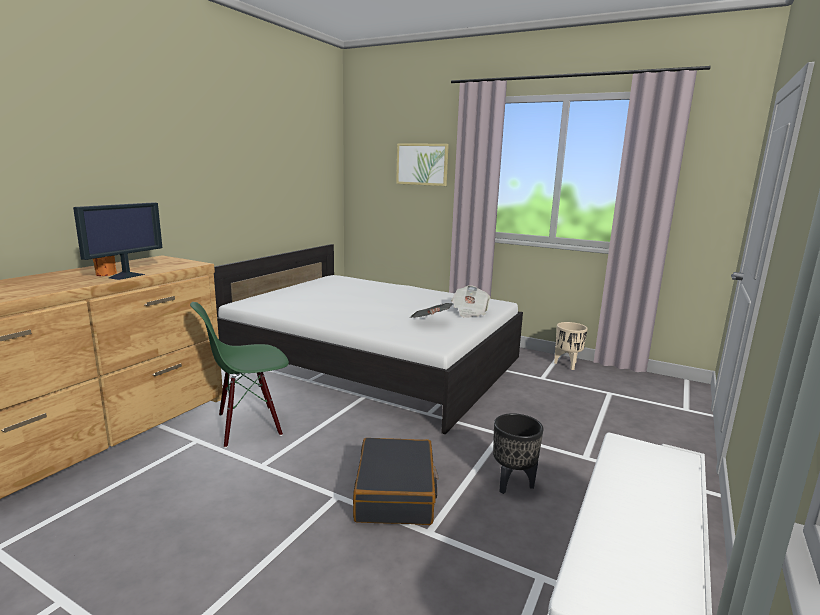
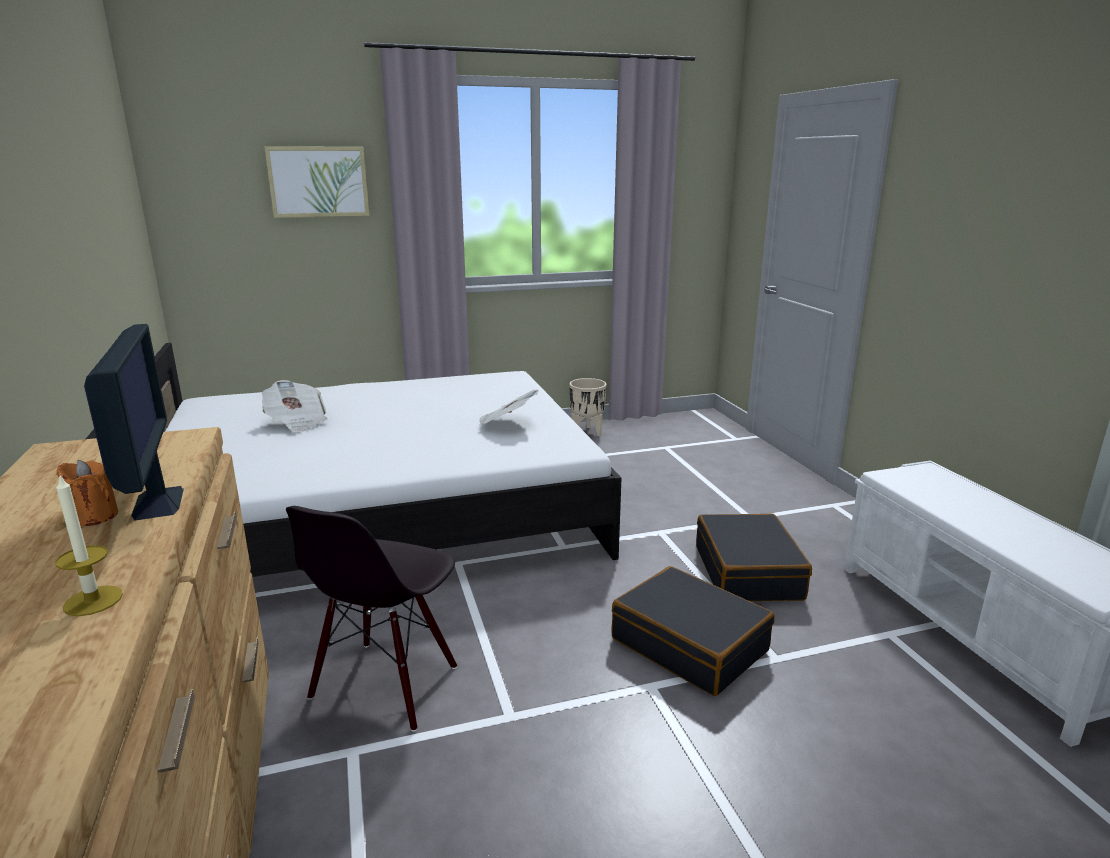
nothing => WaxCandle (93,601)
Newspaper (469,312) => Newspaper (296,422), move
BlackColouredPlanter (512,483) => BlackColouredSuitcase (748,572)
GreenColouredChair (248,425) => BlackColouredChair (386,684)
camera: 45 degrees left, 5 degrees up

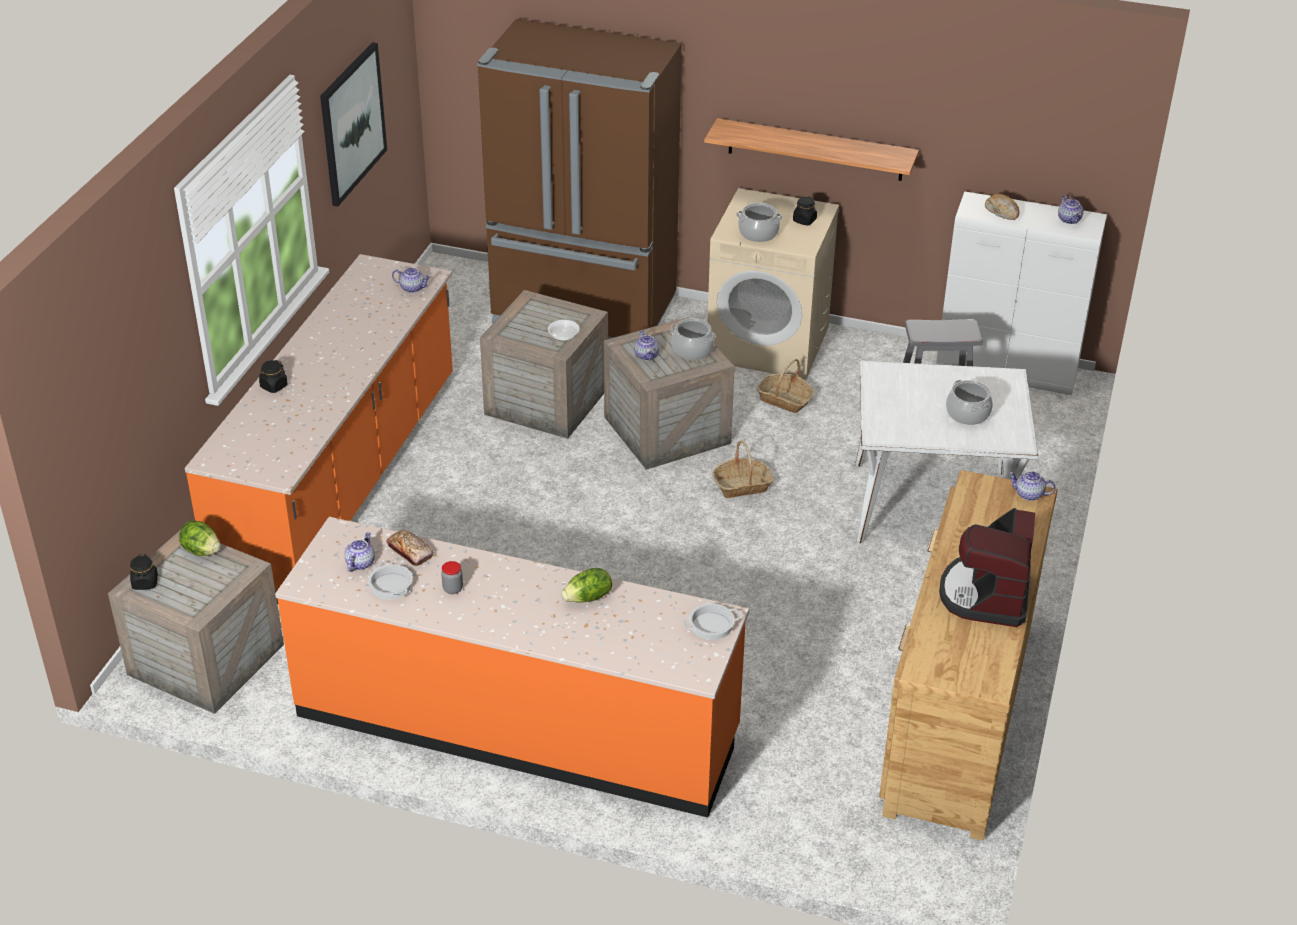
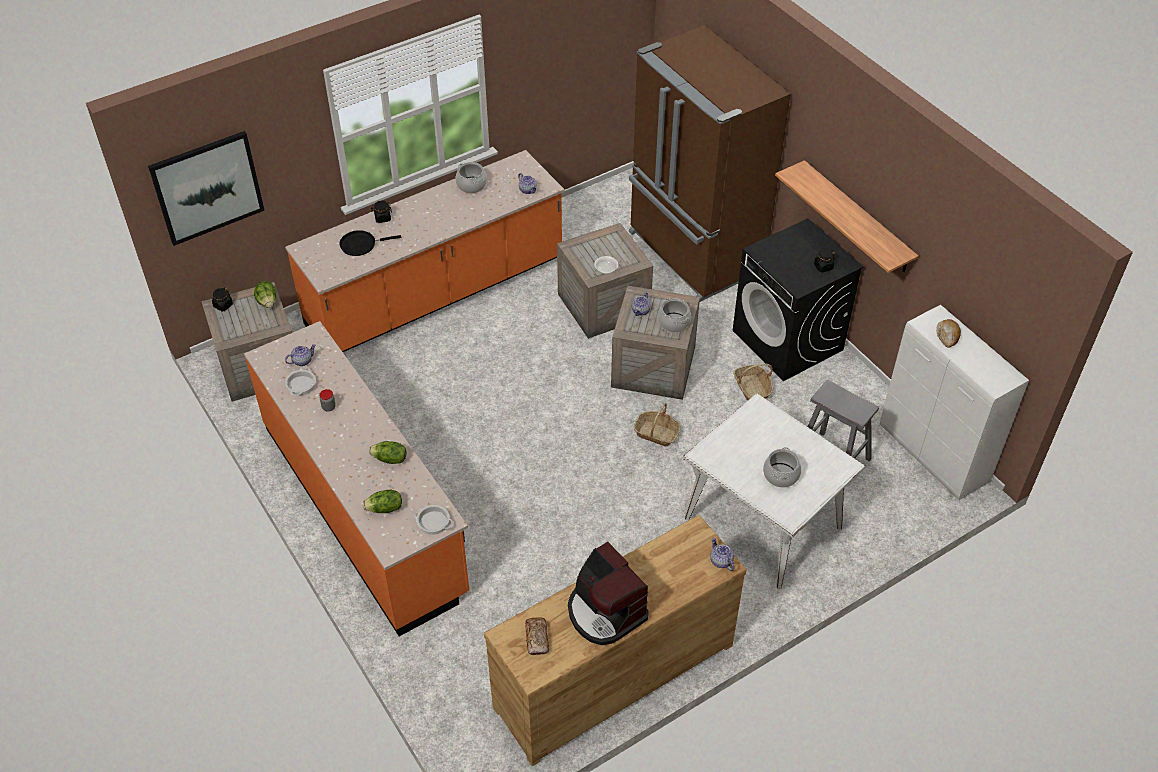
PotForTea (1069,220) => nothing
nothing => BlackColouredSkillet (361,244)
nothing => Lettuce (385,509)
Picture (352,123) => Picture (207,187), move
BakedBread (410,552) => BakedBread (537,638), move
Saucepot (758,233) => Saucepot (471,185), move
SandColouredLaundryMachine (769,343) => BlackColouredLaundryMachine (788,340)
CoffeeMaker (986,594) => CoffeeMaker (605,612), 90 degrees counterclockwise
camera: 40 degrees right, 10 degrees up

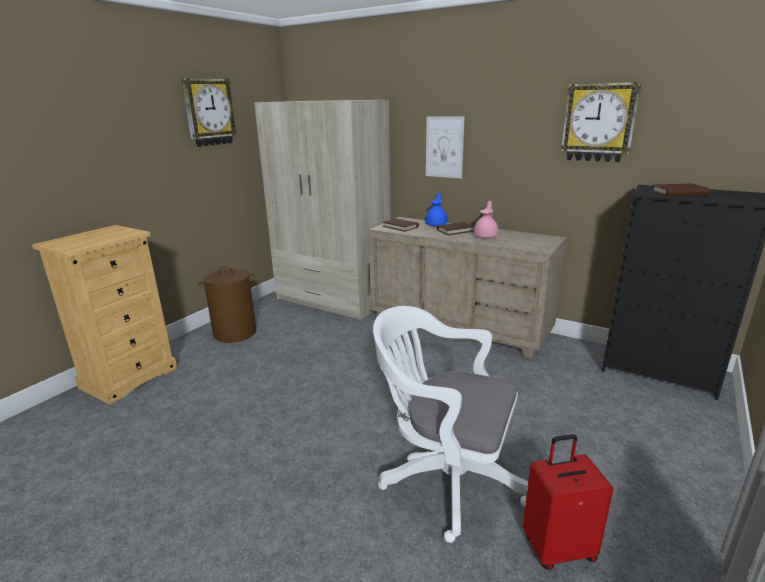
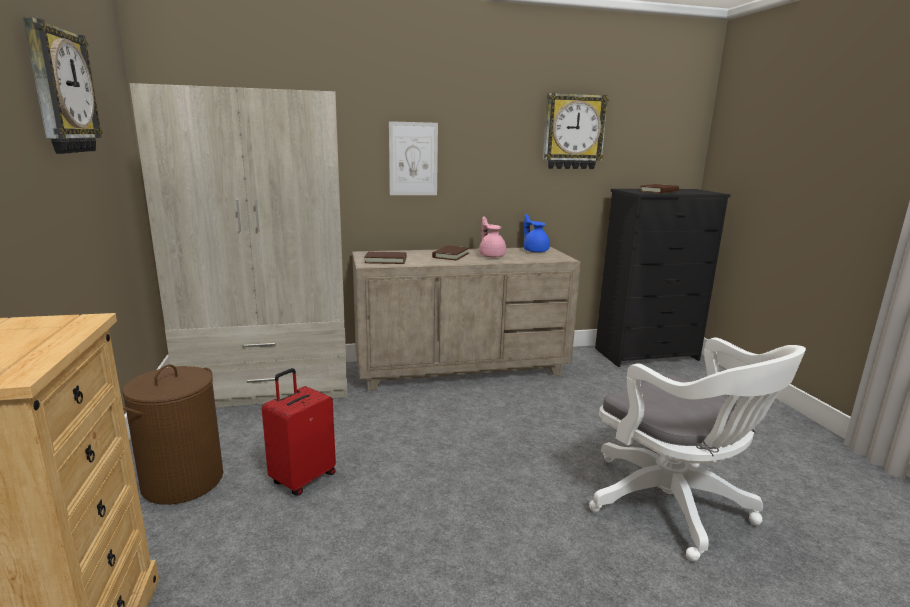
BluePotForTea (436,225) => BluePotForTea (535,251), move
RedColouredSuitcase (558,548) => RedColouredSuitcase (302,478), move
WhiteDeskChair (445,478) => WhiteDeskChair (674,506), 105 degrees counterclockwise
camera: 45 degrees left, 5 degrees down

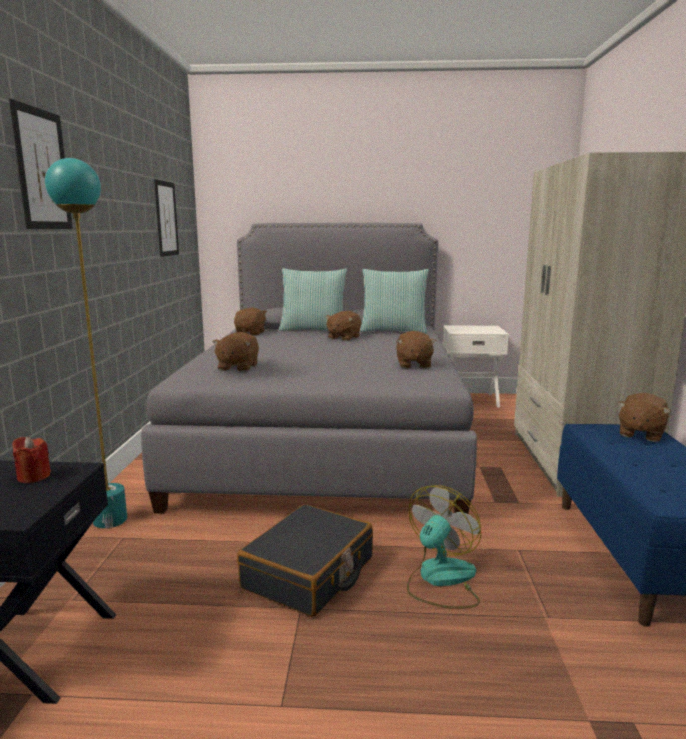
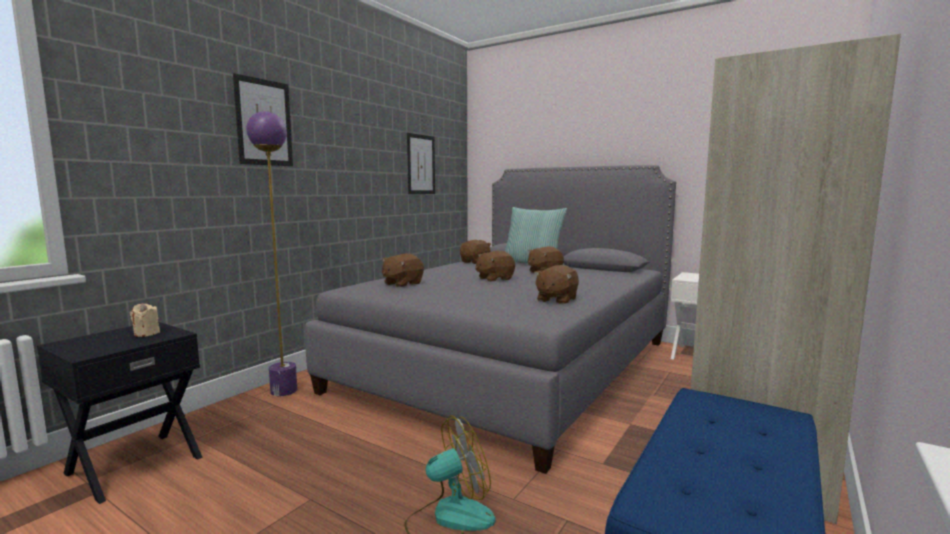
BlackColouredSuitcase (309,573) => nothing
ThrowPillow (393,331) => nothing
BrownColouredCuddlyToy (640,434) => BrownColouredCuddlyToy (494,279), move
RedColouredWaxCandle (33,477) => SandColouredWaxCandle (146,333)
TurquoiseStandingLamp (110,520) => PurpleColouredStandingLamp (284,391)
camera: 30 degrees right, 5 degrees down

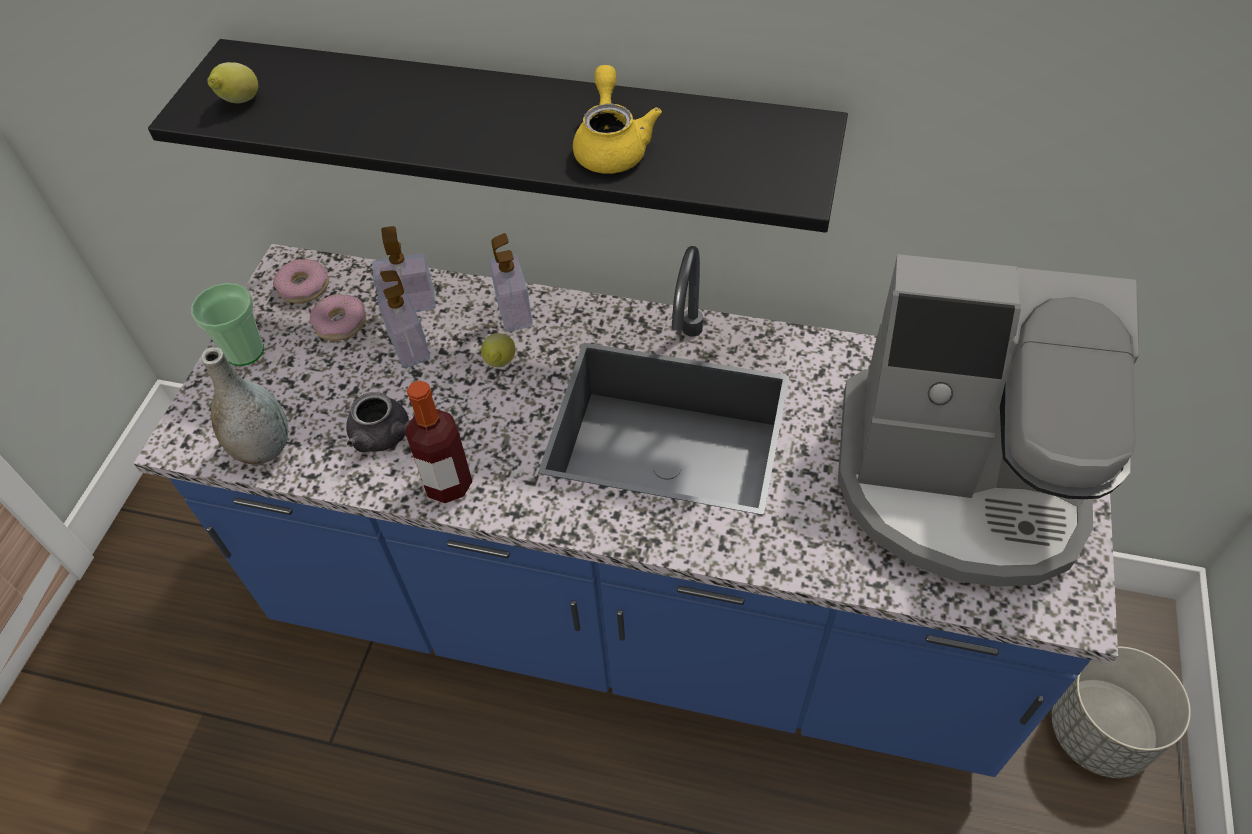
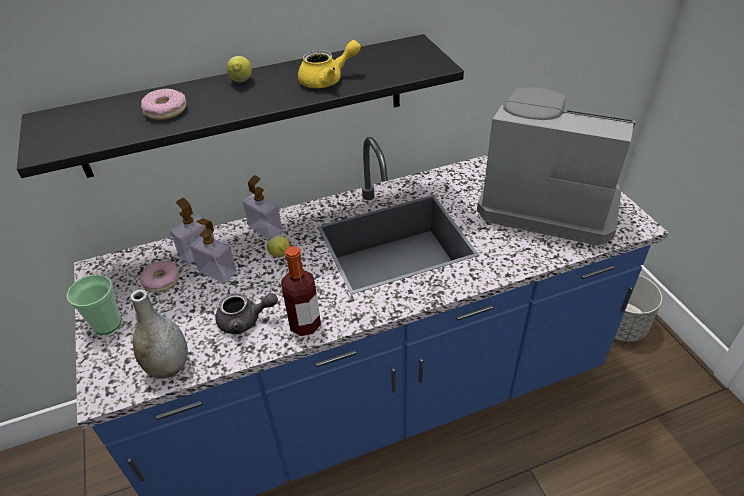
CitrusFruit (240,102) => CitrusFruit (241,82), move
RingDoughnut (304,287) => RingDoughnut (166,110), move
YellowPotForTea (612,146) => YellowPotForTea (327,80), 105 degrees clockwise
CoffeeMaker (960,481) => CoffeeMaker (547,200), 135 degrees counterclockwise
camera: 35 degrees left, 10 degrees down

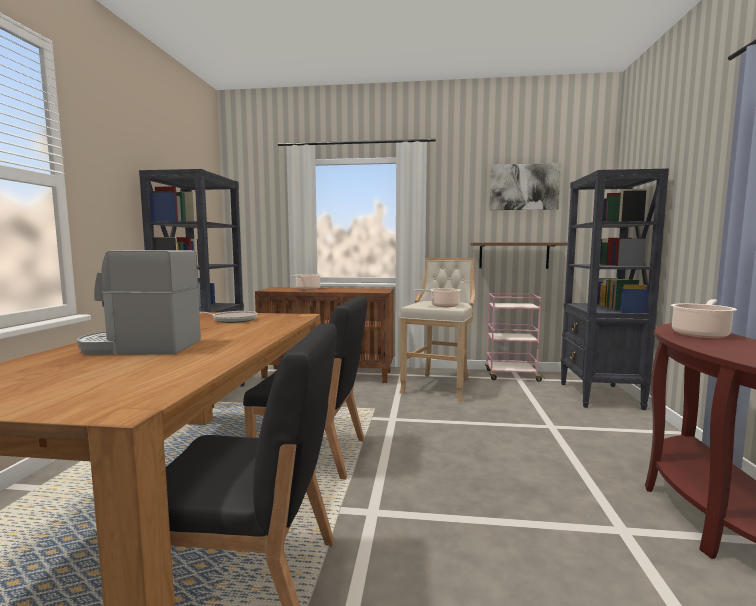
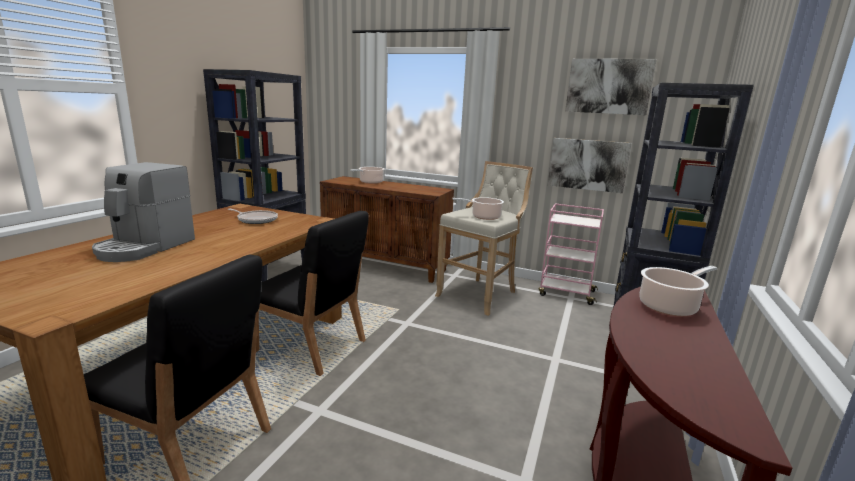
WallShelf (513,255) => Picture (587,164)
CoffeeMaker (140,347) => CoffeeMaker (145,247), 90 degrees counterclockwise
camera: 15 degrees right, 10 degrees up

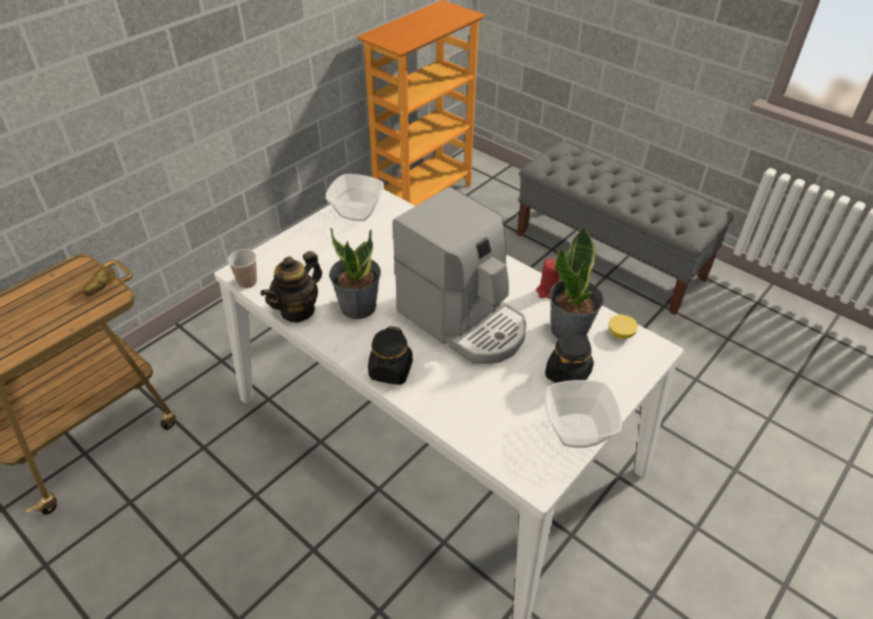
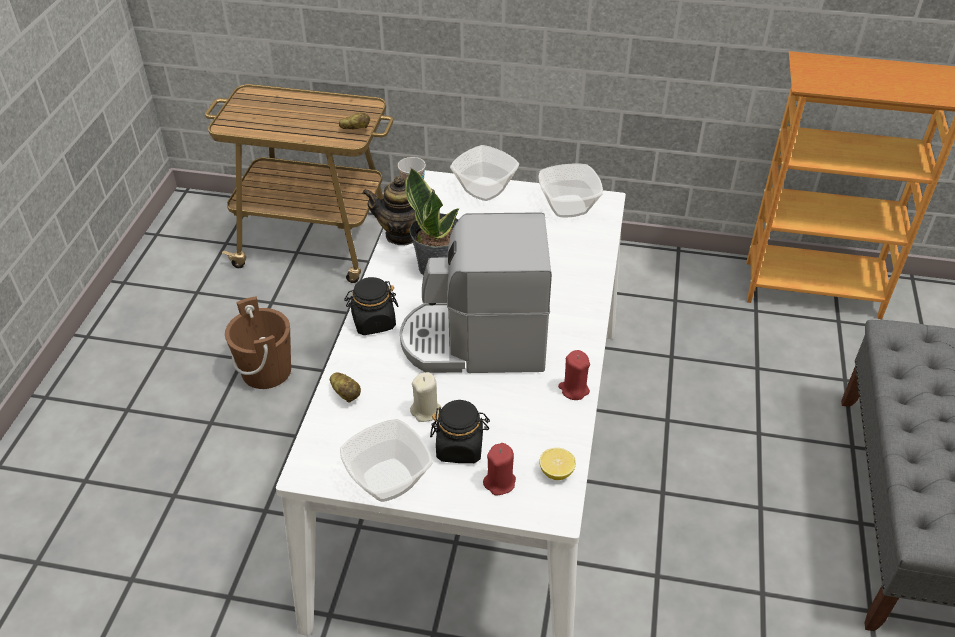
PottedPlant (570,329) => nothing
nothing => BrownColouredWaterBucket (266,371)
nothing => WholePotato (346,394)
nothing => SandColouredWaxCandle (426,411)
nothing => DeepDish (484,190)
nothing => RedColouredWaxCandle (500,482)
CoffeeMaker (464,321) => CoffeeMaker (475,343), 75 degrees clockwise
camera: 60 degrees right, 0 degrees up

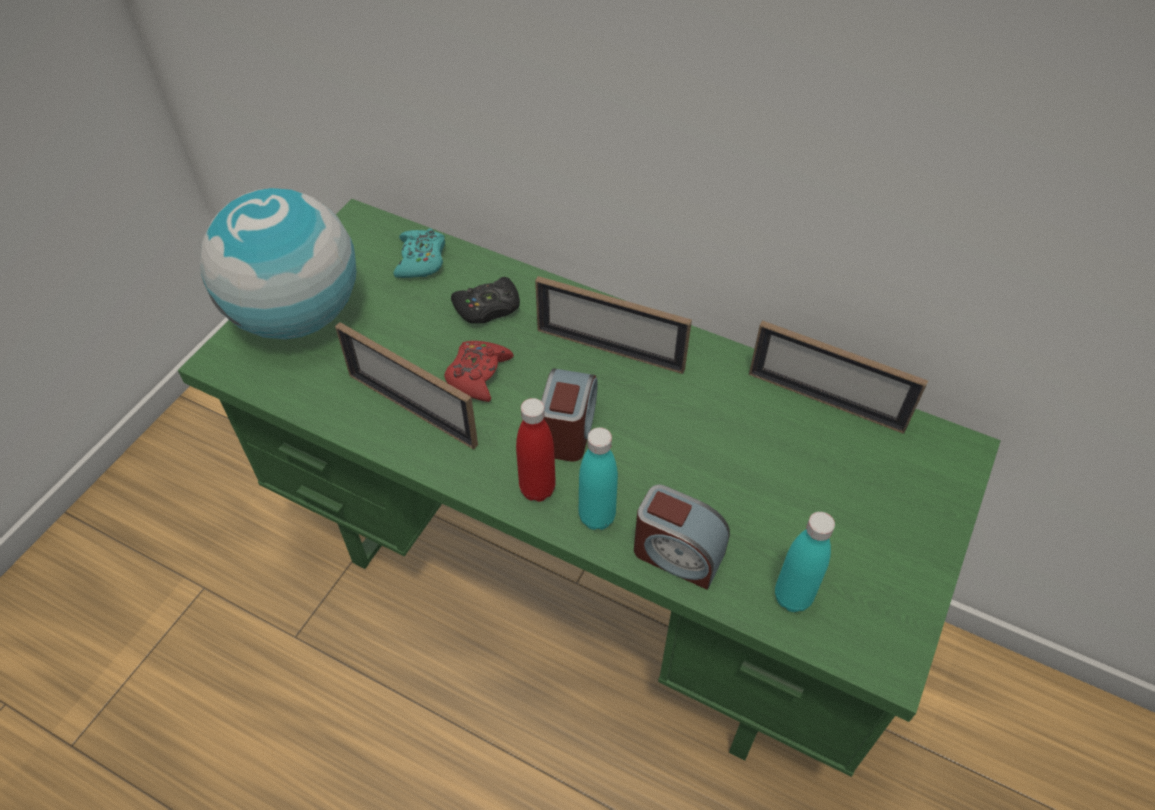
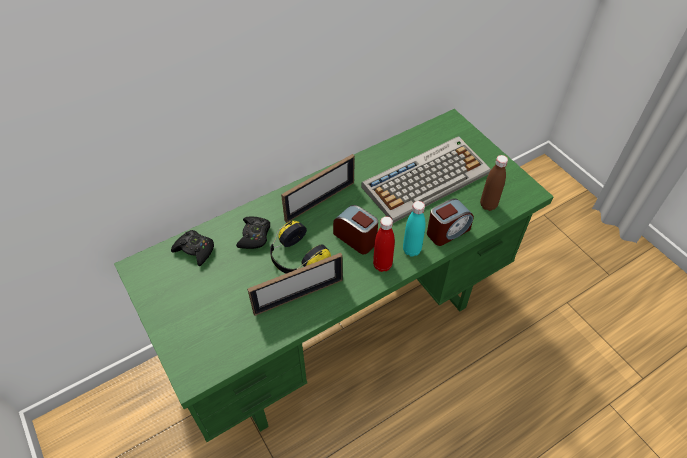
Globe (297,315) => nothing
PictureFrame (825,401) => nothing
nothing => PcKeyboard (426,179)
RedColouredGamepad (478,375) => Headphones (296,259)
TurquoiseGamepad (421,260) => BlackColouredGamepad (195,250)
TurquoiseBeverageBottle (792,597) => BrownColouredBeverageBottle (488,205)
camera: 60 degrees left, 0 degrees up

